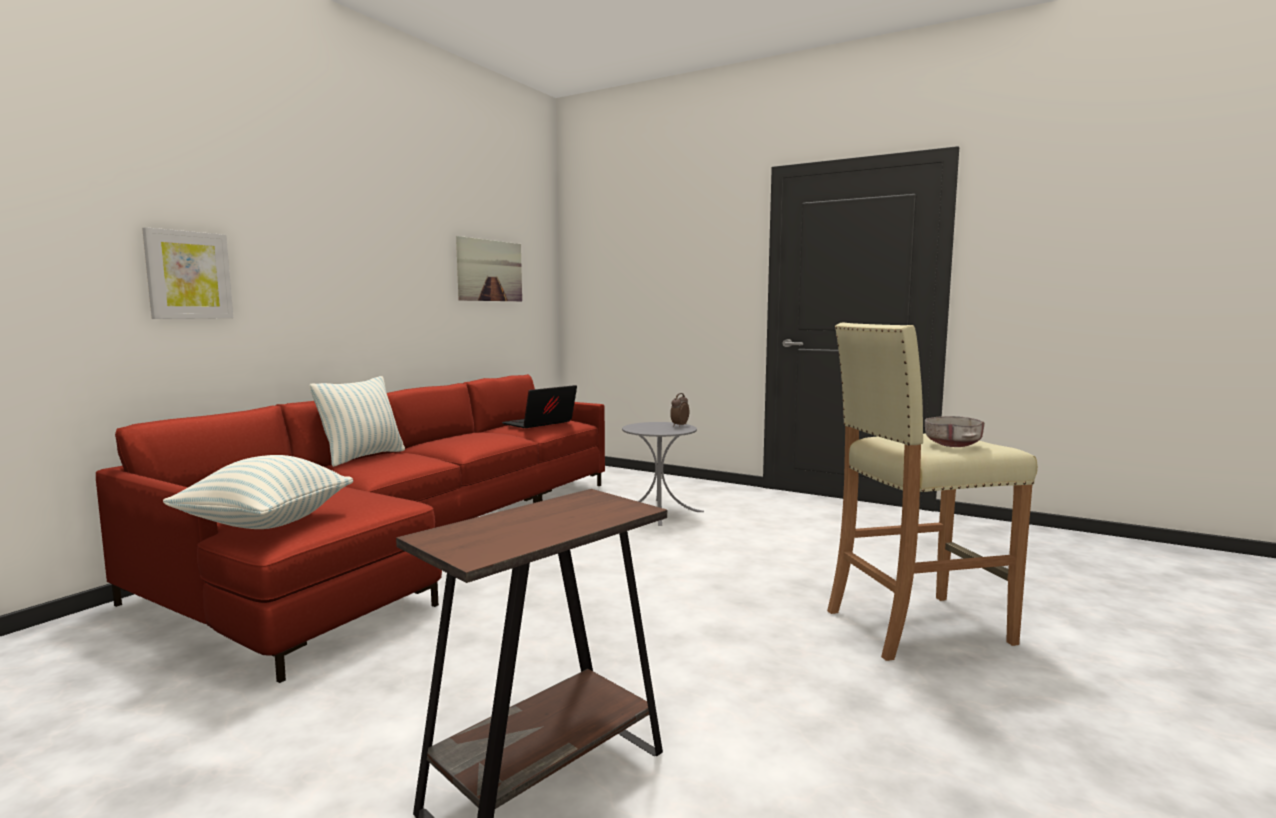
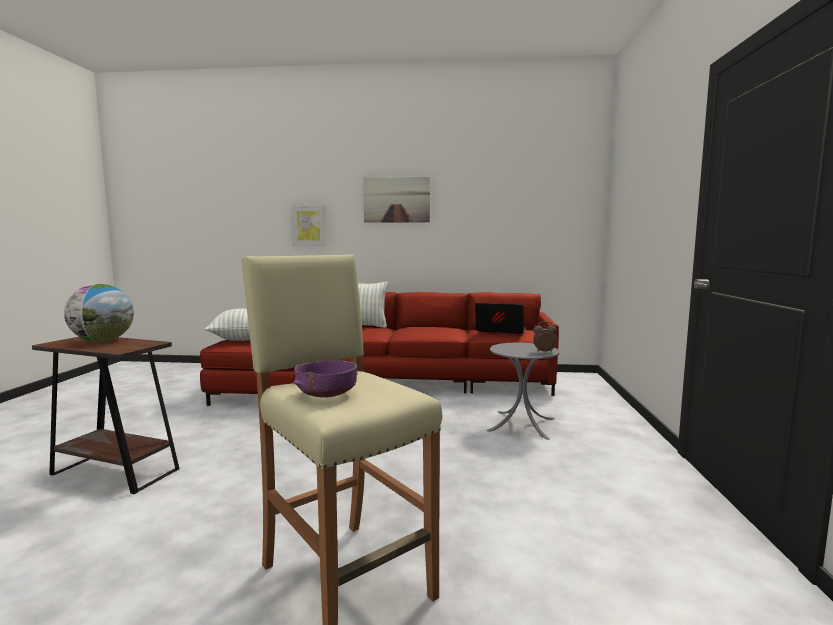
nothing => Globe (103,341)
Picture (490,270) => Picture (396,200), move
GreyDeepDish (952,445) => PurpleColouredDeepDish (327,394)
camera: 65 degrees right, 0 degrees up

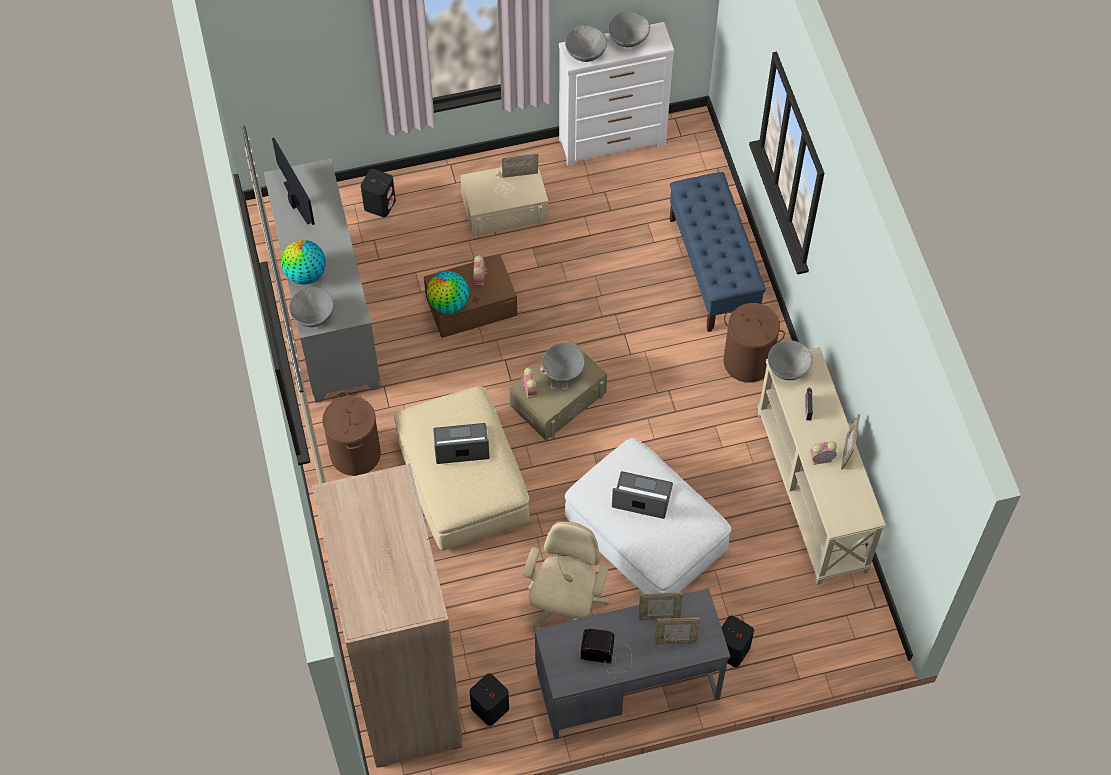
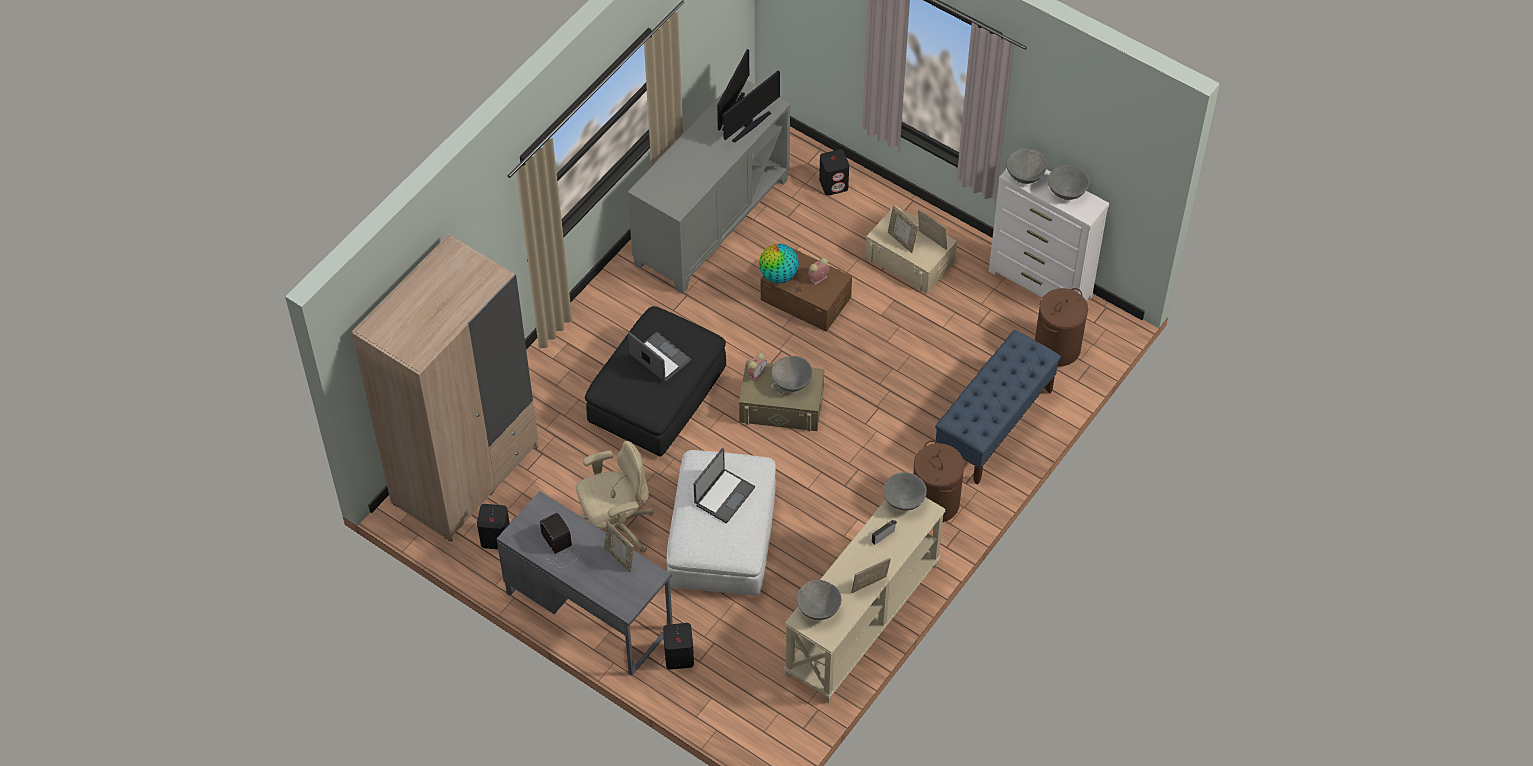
Globe (305,274) => nothing
AlarmClock (822,458) => nothing
nothing => ComputerScreen (750,126)
GreyDeepDish (313,317) => GreyDeepDish (818,609), move
BrownColouredLaundryBasket (355,453) => BrownColouredLaundryBasket (1057,347), move
PictureFrame (676,640) => PictureFrame (901,241), move
SandColouredOttoman (462,481) => BlackColouredOttoman (657,395)
PortableComputer (641,497) => PortableComputer (723,495), 60 degrees clockwise
camera: 50 degrees right, 5 degrees down

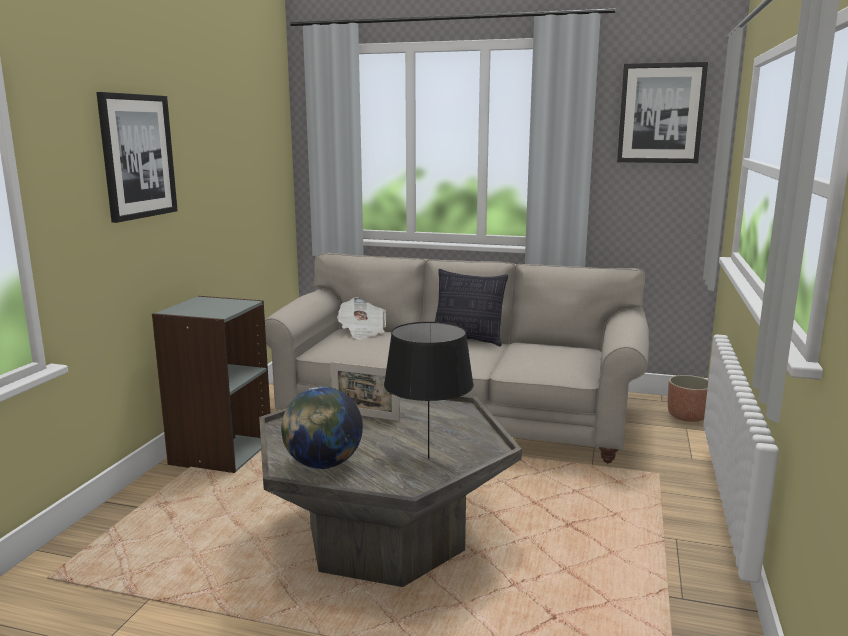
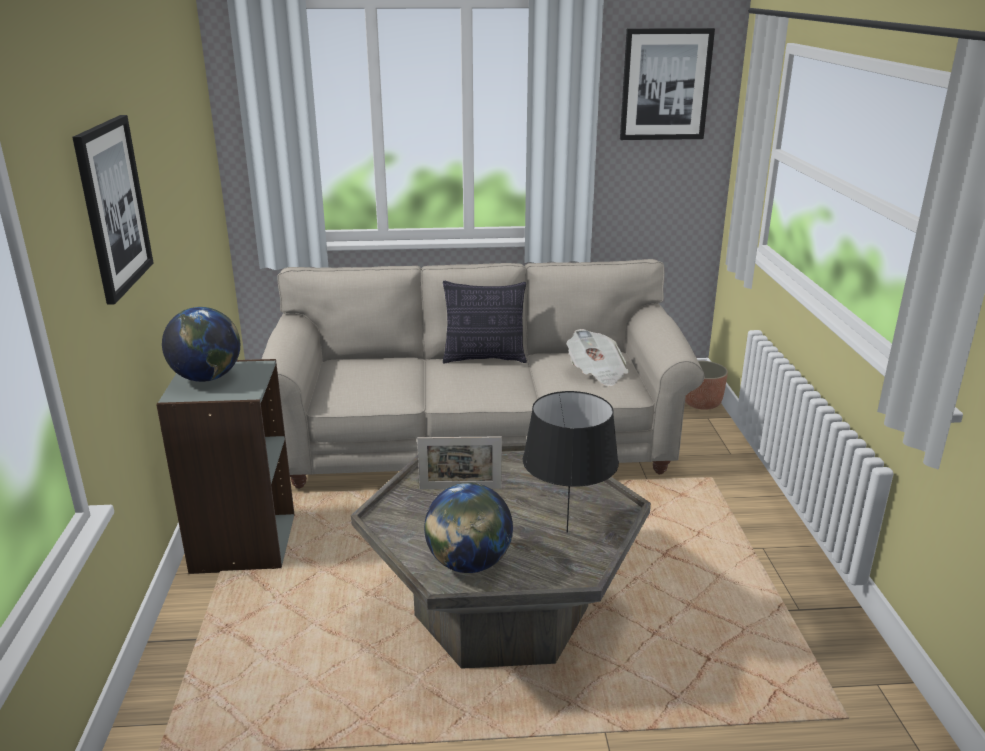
nothing => Globe (207,378)
Newspaper (362,332) => Newspaper (597,373), move
camera: 20 degrees left, 10 degrees up

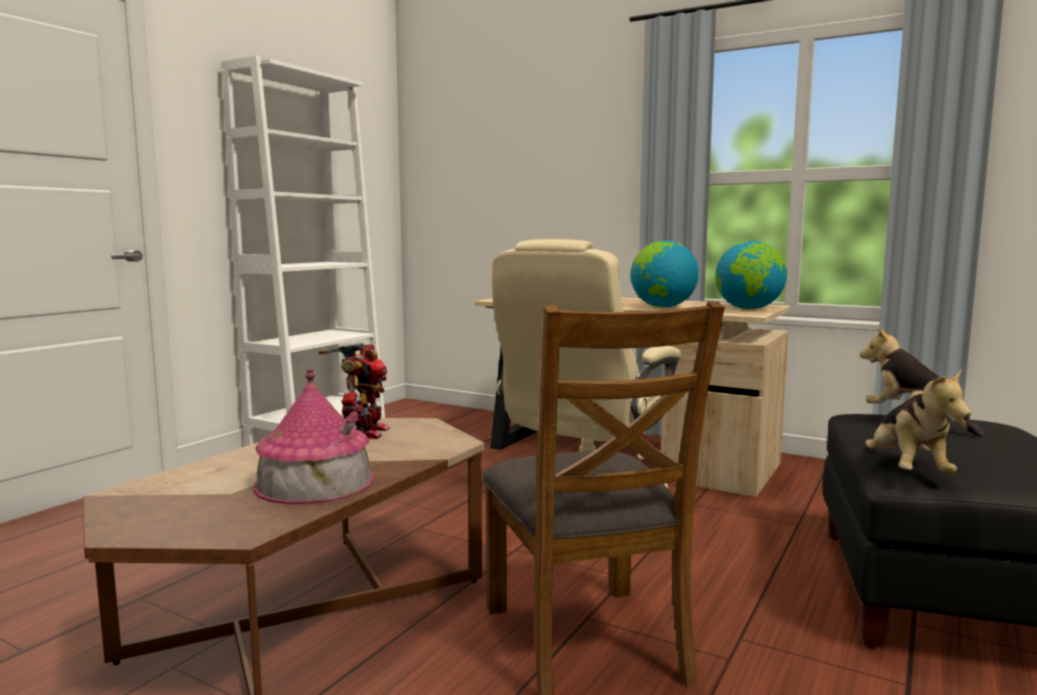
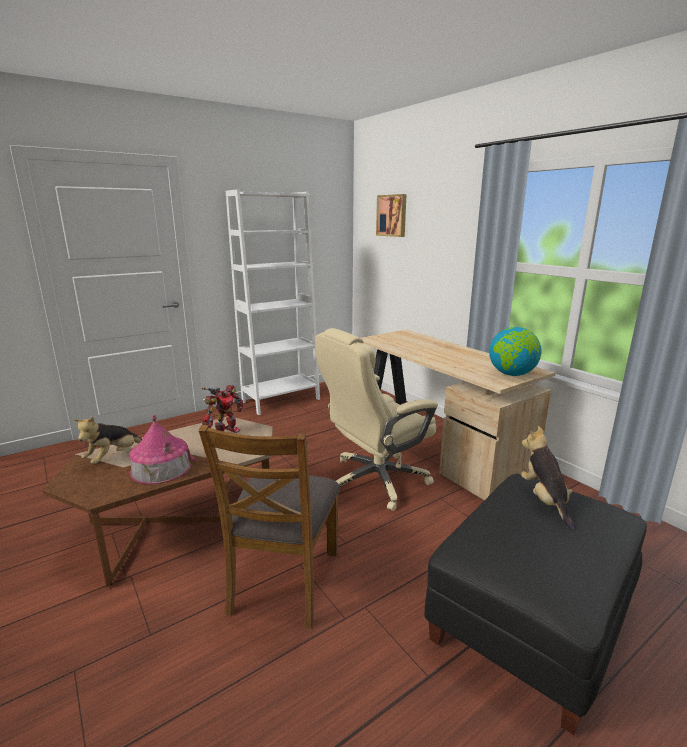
Globe (662,307) => nothing
nothing => Picture (392,215)
CuddlyToy (906,471) => CuddlyToy (113,457), move
camera: 25 degrees right, 10 degrees up

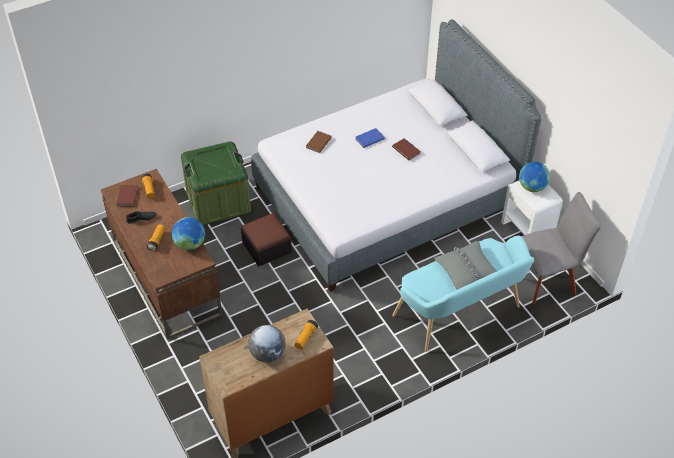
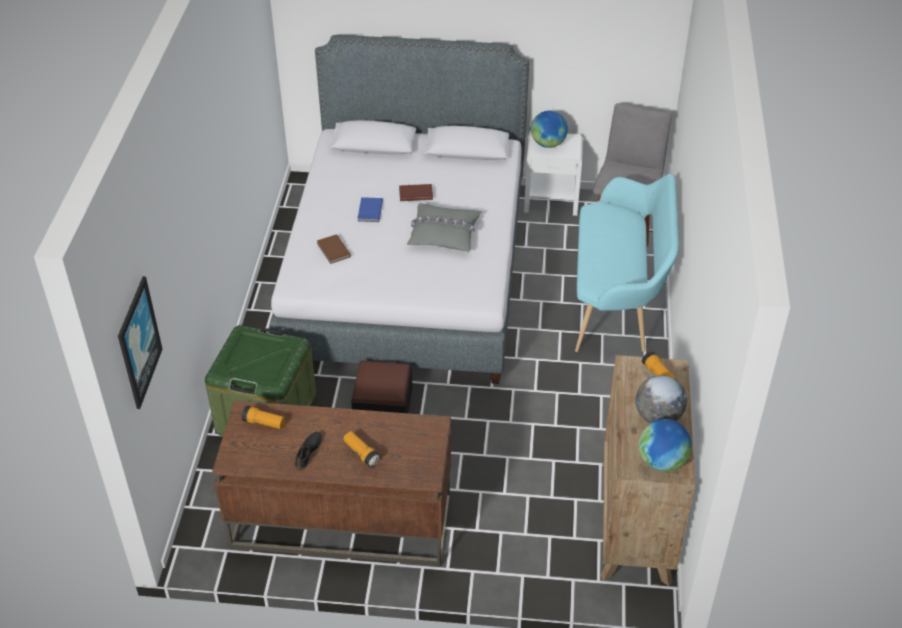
BrownColouredBook (126,197) => nothing
nothing => Picture (138,342)
Globe (190,244) => Globe (662,462), move
GreyThrowPillow (467,271) => GreyThrowPillow (443,234), move
camera: 55 degrees left, 5 degrees down

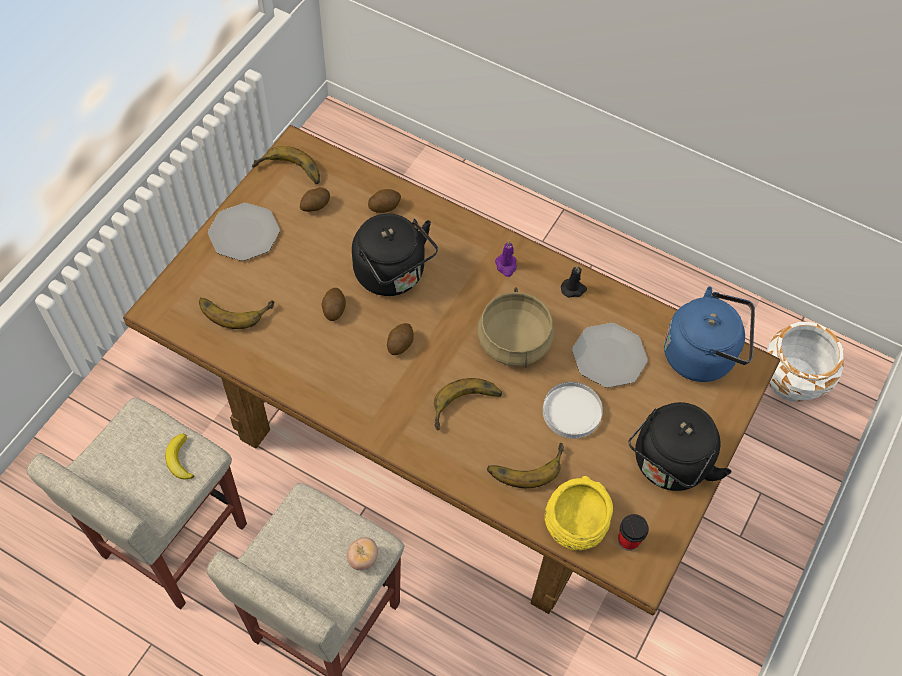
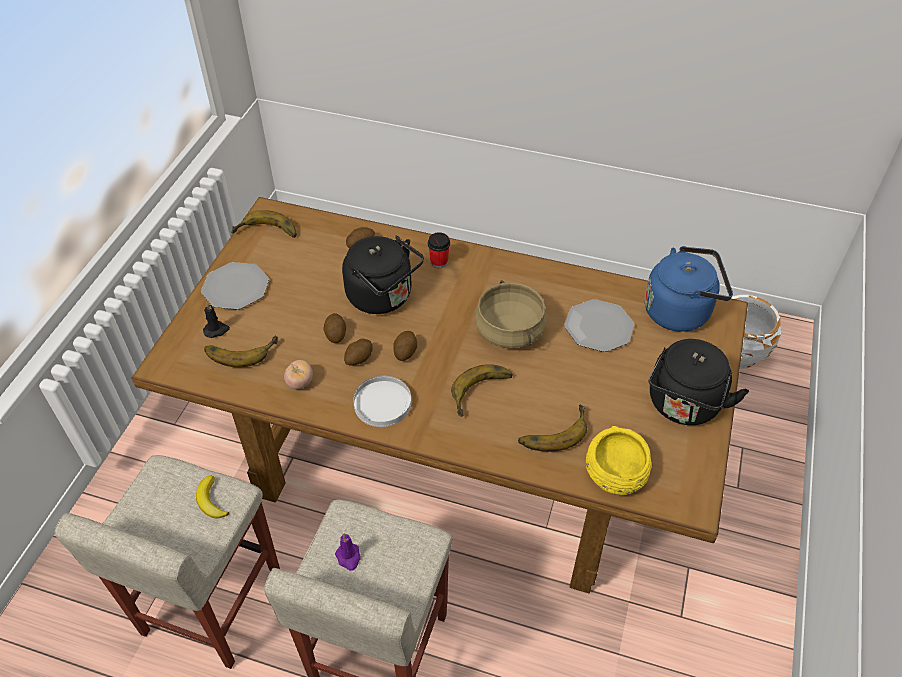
WholePotato (315,206) => WholePotato (359,359), move
FreshTomato (363,558) => FreshTomato (300,383), move
PurpleColouredWaxCandle (506,266) => PurpleColouredWaxCandle (348,557), move
WhiteDinnerPlate (571,411) => WhiteDinnerPlate (382,403), move
BlackColouredWaxCandle (573,289) => BlackColouredWaxCandle (216,330), move
SmallCup (628,540) => SmallCup (439,262), move
camera: 10 degrees left, 10 degrees down

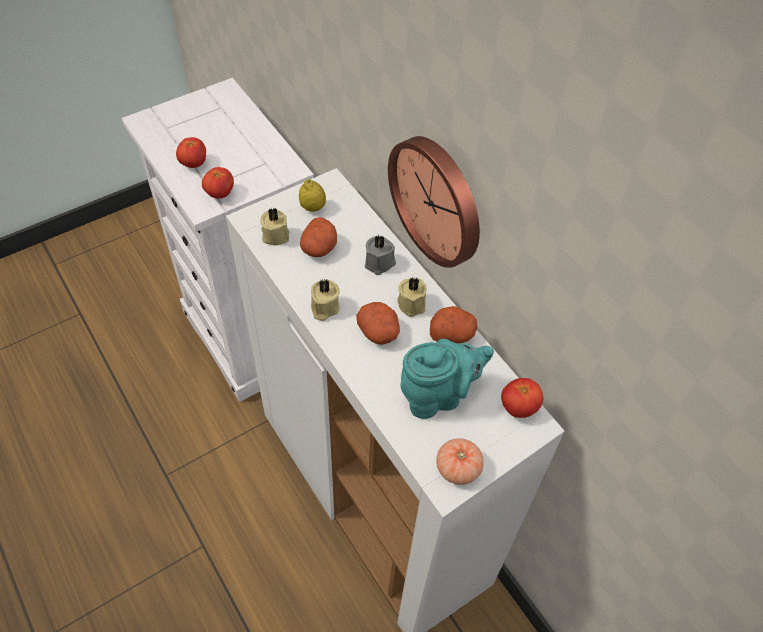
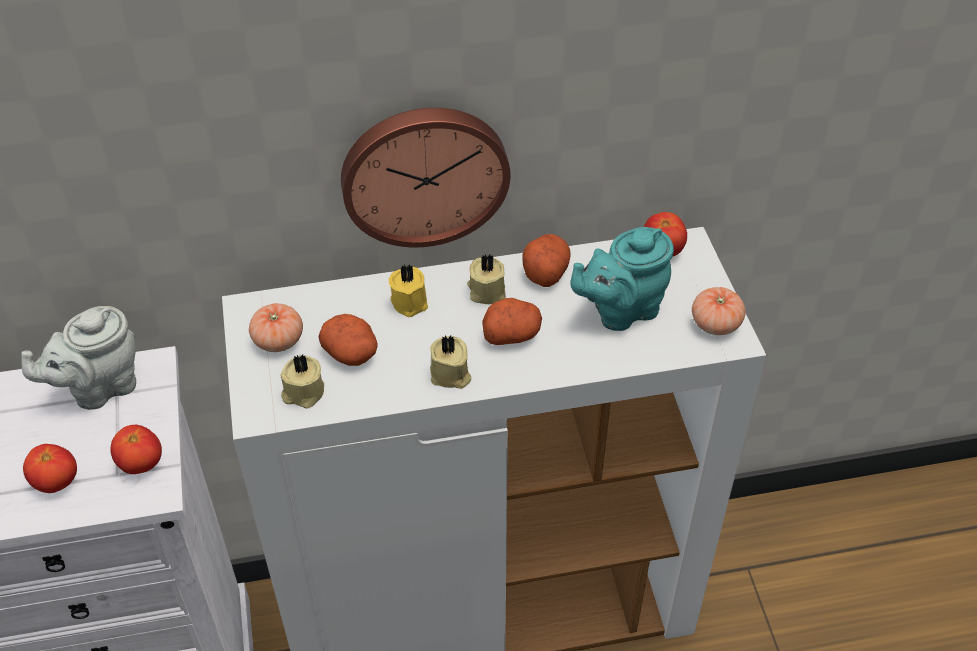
nothing => GreyPotForTea (99,387)
CitrusFruit (312,207) => FreshTomato (278,340)
GreyWaxCandle (380,263) => YellowWaxCandle (410,301)
TurquoisePotForTea (437,395) => TurquoisePotForTea (621,310), 120 degrees counterclockwise
camera: 65 degrees left, 5 degrees down

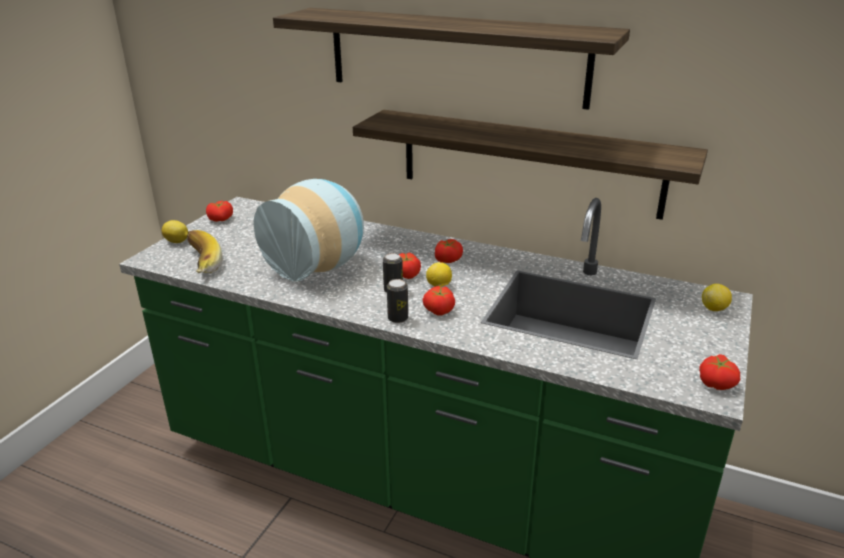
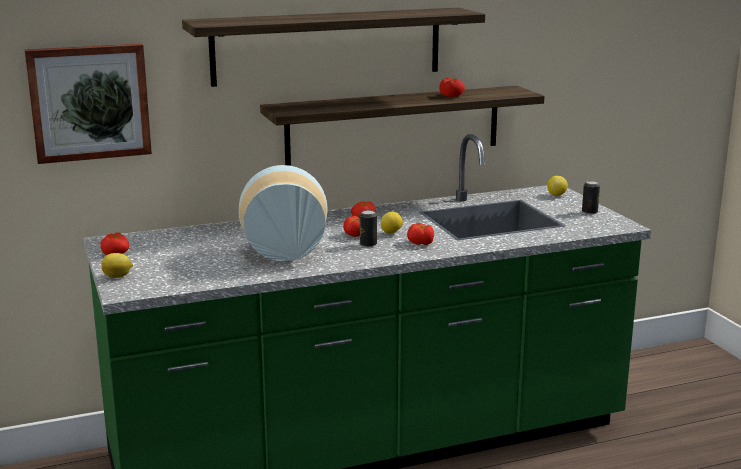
Banana (199,263) => nothing
nothing => Picture (89,102)
MetalCan (398,318) => MetalCan (589,212), move
FreshTomato (717,383) => FreshTomato (451,96), move
camera: 45 degrees left, 10 degrees down

